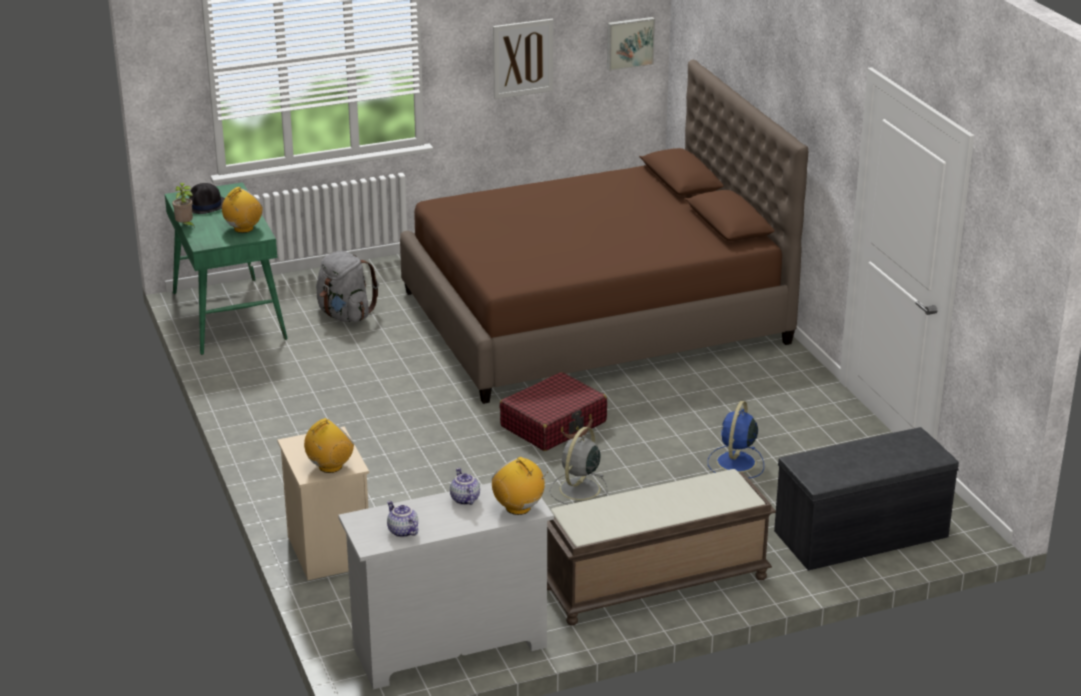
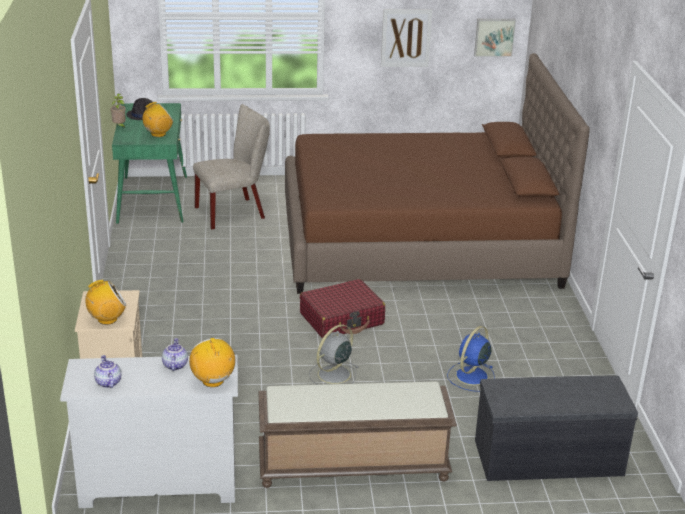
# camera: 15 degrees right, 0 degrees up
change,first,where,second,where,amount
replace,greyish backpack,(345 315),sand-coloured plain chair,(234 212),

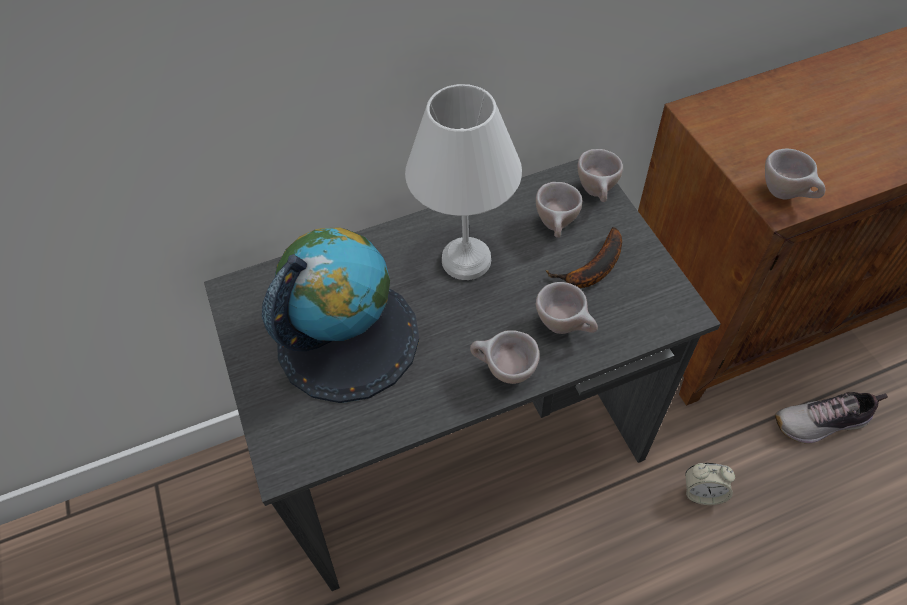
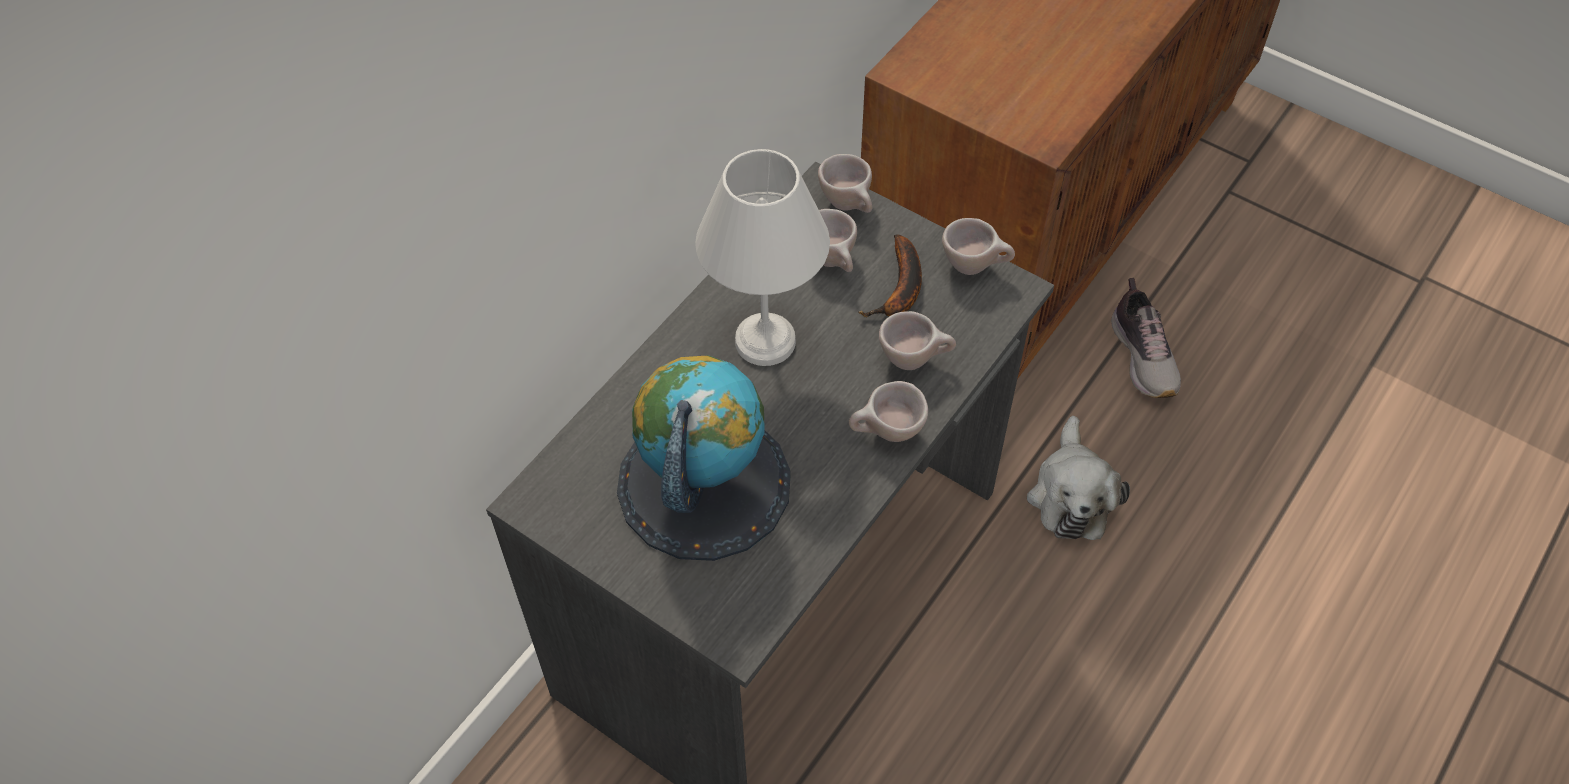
# camera: 35 degrees left, 0 degrees up
change,first,where,second,where,amount
replace,table clock,(702 492),plush toy,(1071 494),
move,sand-coloured cup,(786 194),,(975 266),
rotate,shoe,(821 422),,(1144 356),60 degrees counterclockwise

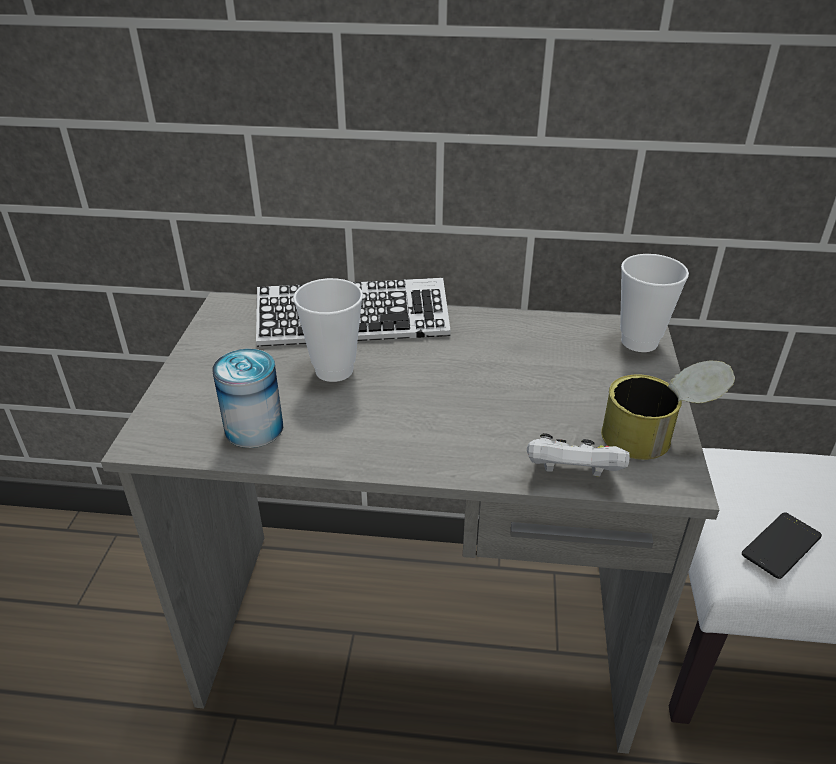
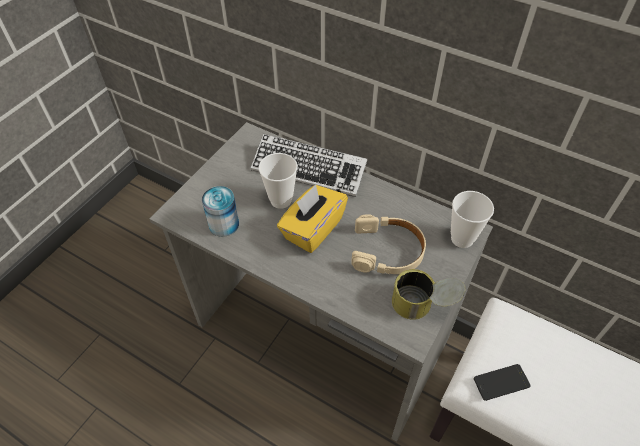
# camera: 25 degrees right, 15 degrees up
change,first,where,second,where,amount
delete,white joypad,(572 475),,,
insert,,,yellow tissue holder,(312 229),
insert,,,sand-coloured headset,(387 251),

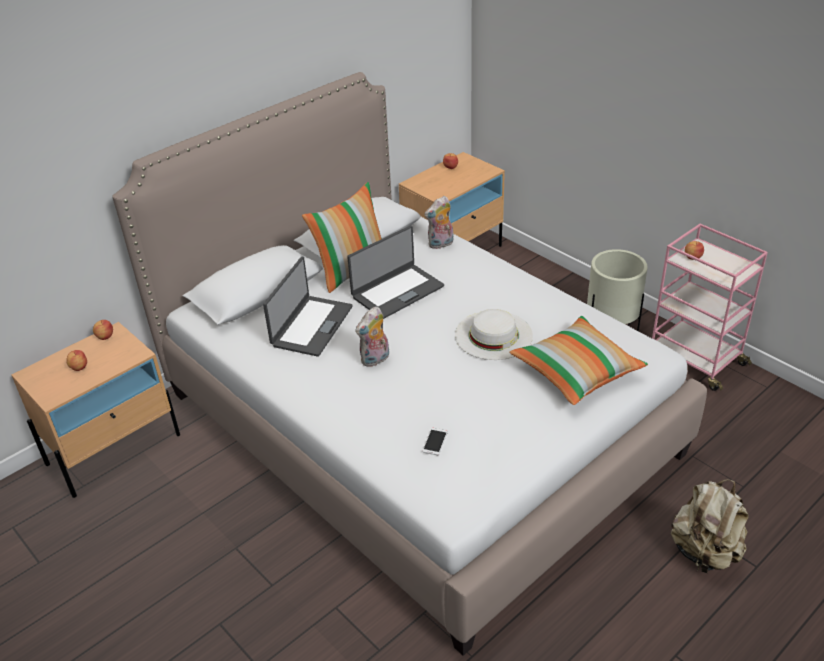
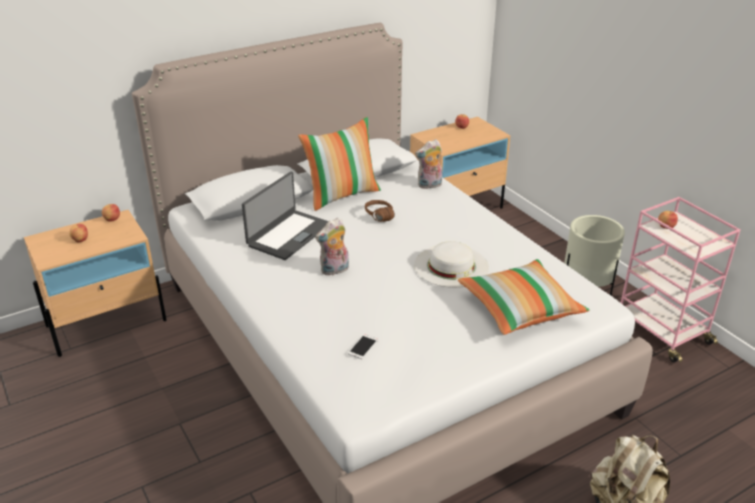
# camera: 10 degrees right, 5 degrees down
change,first,where,second,where,amount
replace,notebook computer,(397 291),brownish headset,(375 217),

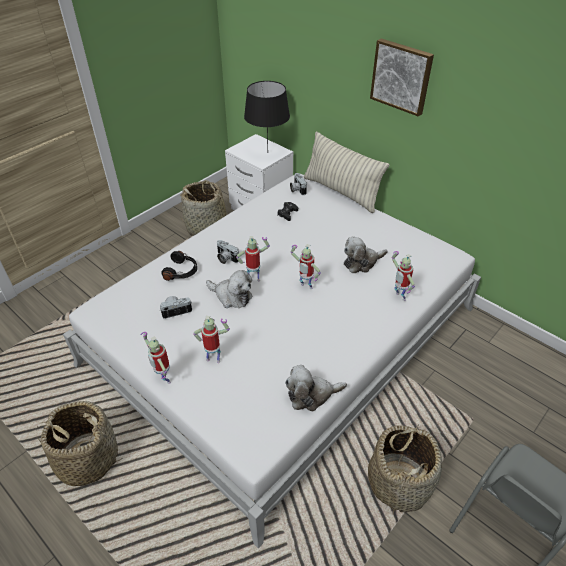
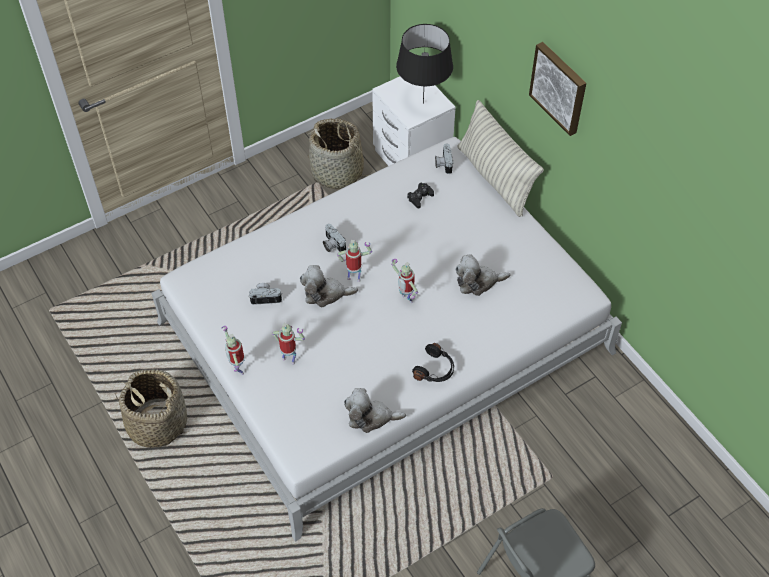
# camera: 15 degrees right, 10 degrees up
change,first,where,second,where,amount
move,black-coloured headset,(182 271),,(435 369),
rotate,plush toy,(231 296),,(325 293),135 degrees clockwise
delete,household basket,(399 482),,,
delete,model robot,(398 297),,,

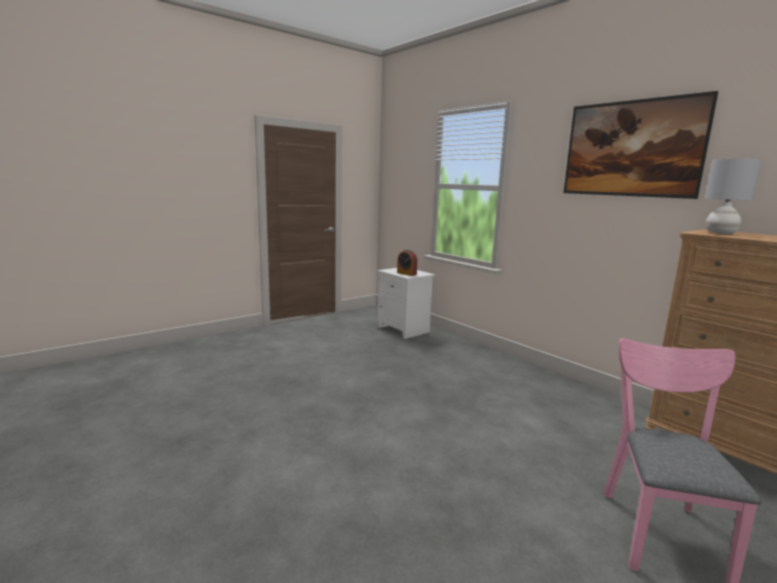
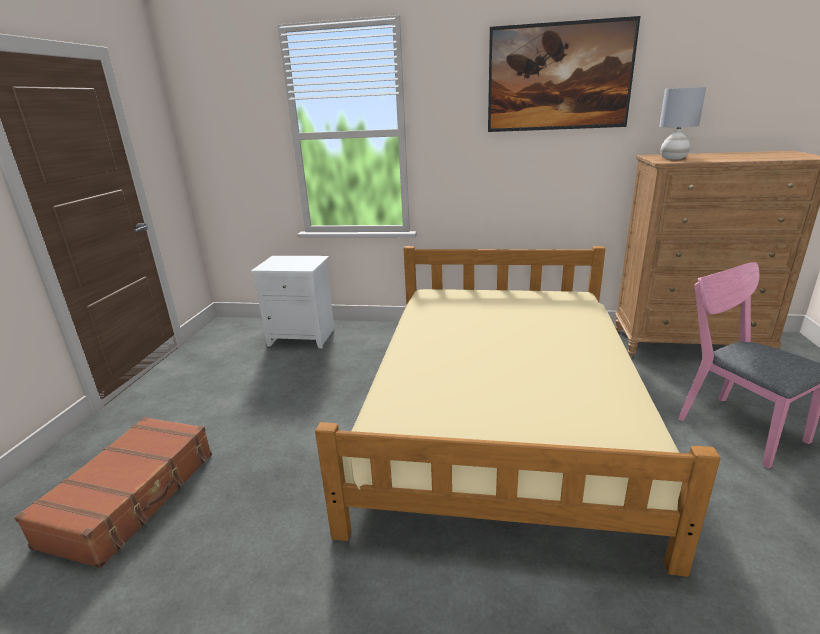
# camera: 40 degrees left, 10 degrees up
change,first,where,second,where,amount
delete,table clock,(406 273),,,
insert,,,brownish travel case,(133 497),
insert,,,sand-coloured bed,(499 411),

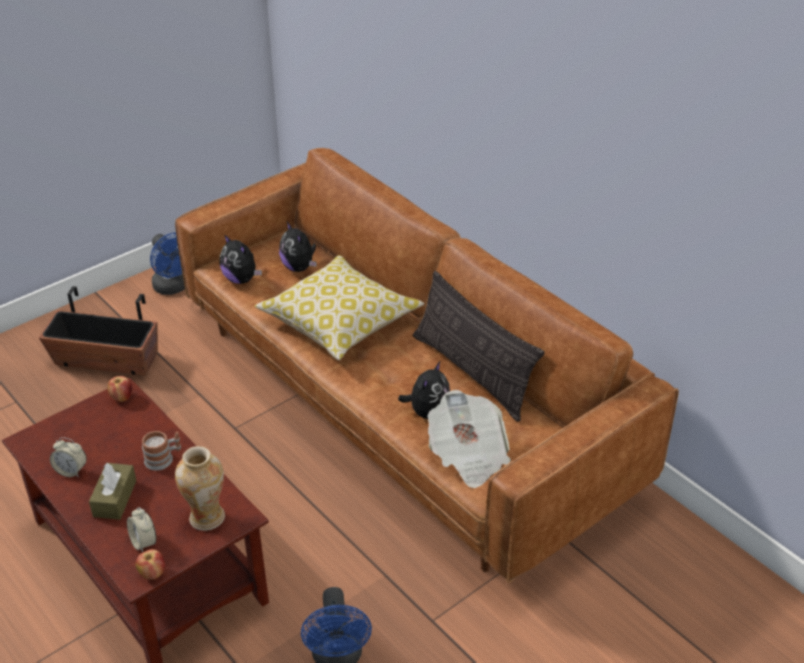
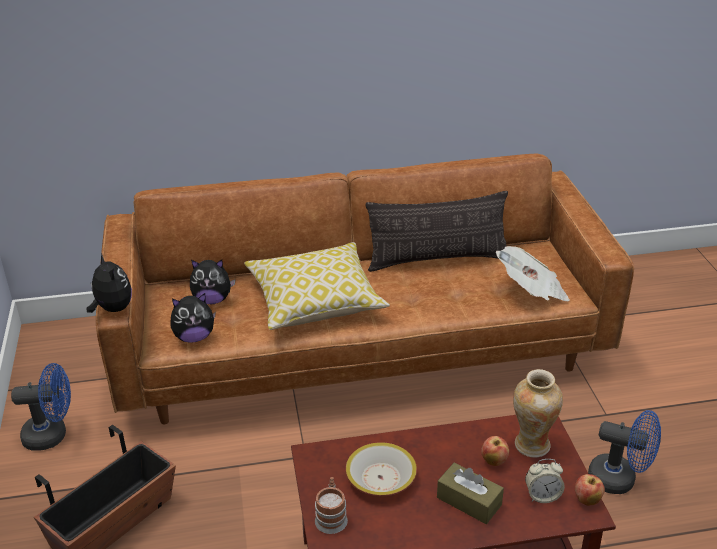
# camera: 60 degrees left, 5 degrees down
change,first,where,second,where,amount
delete,table clock,(71 471),,,
move,apple,(122 397),,(493 461),
move,coffee mug,(163 459),,(331 516),
move,plush toy,(427 411),,(112 309),
insert,,,bowl,(380 478),

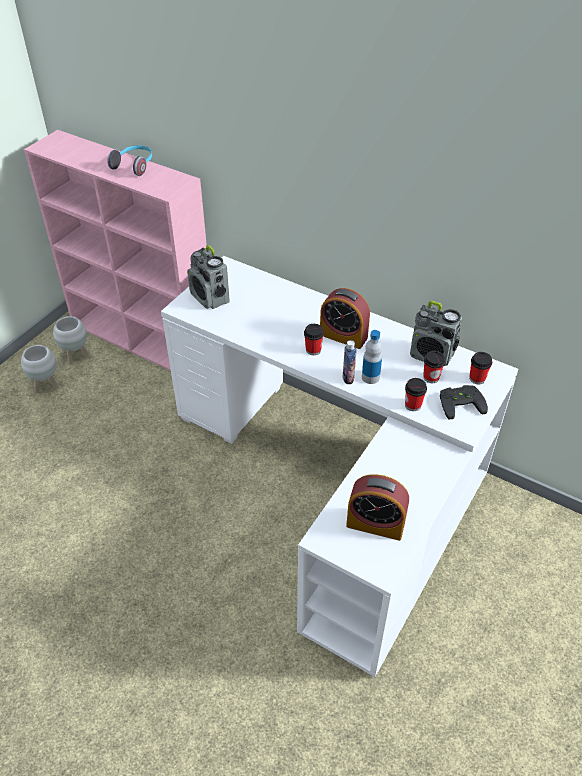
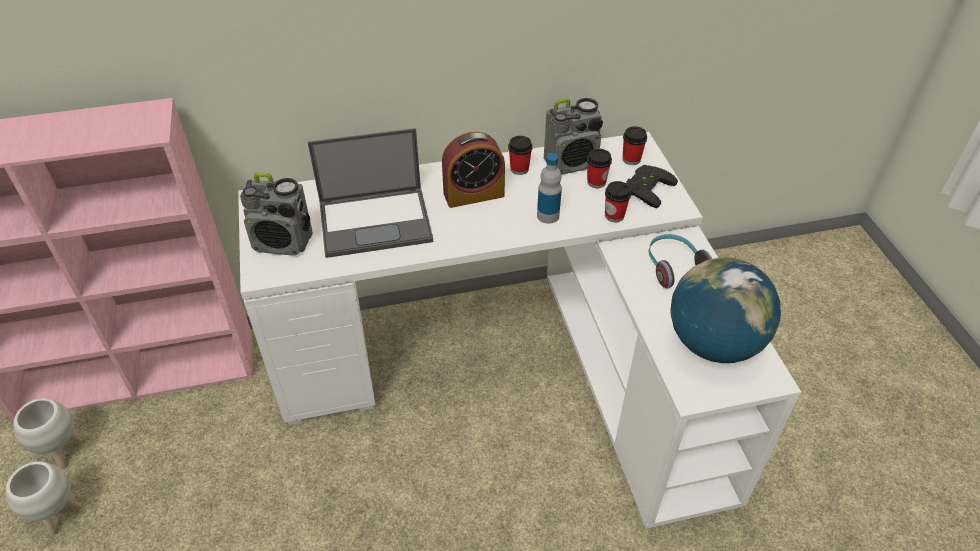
# camera: 45 degrees left, 0 degrees up
change,first,where,second,where,amount
move,headset,(134 166),,(673 267),
move,cup,(313 350),,(519 169),
delete,beverage bottle,(348 378),,,
replace,table clock,(375 524),desk globe,(713 343),
insert,,,notebook computer,(376 221),

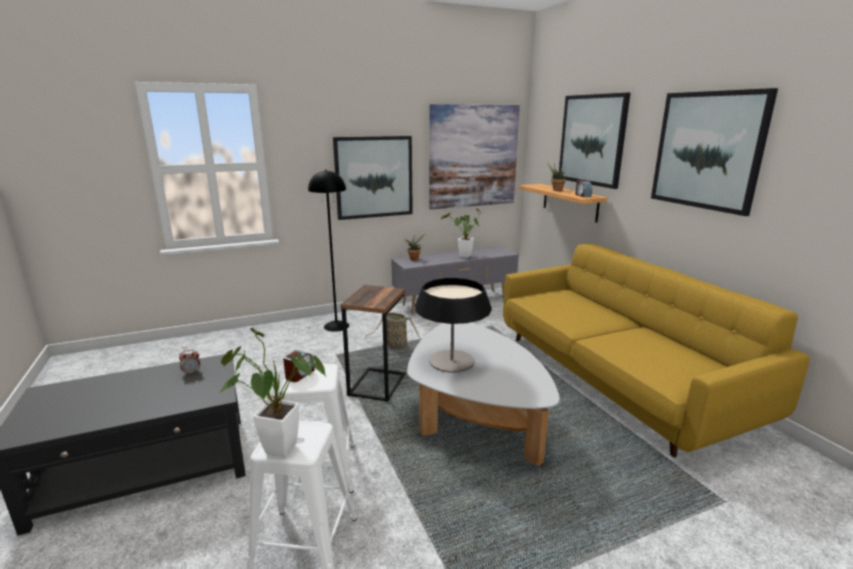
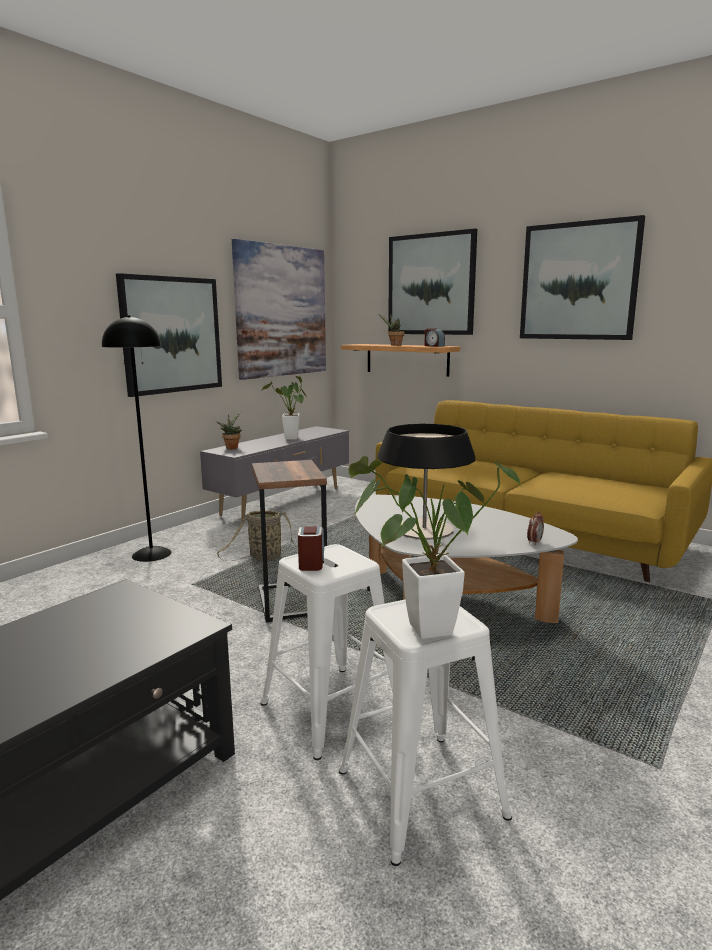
# camera: 30 degrees left, 5 degrees down
change,first,where,second,where,amount
move,table clock,(192 372),,(534 542),

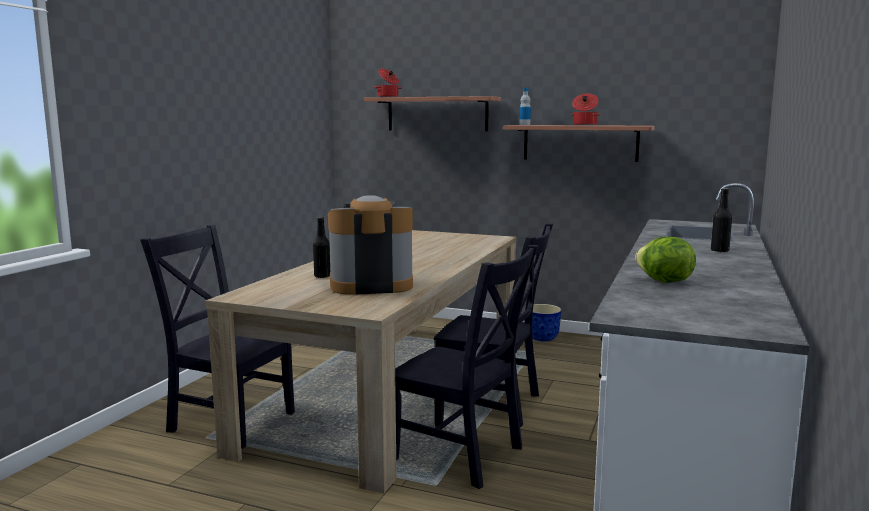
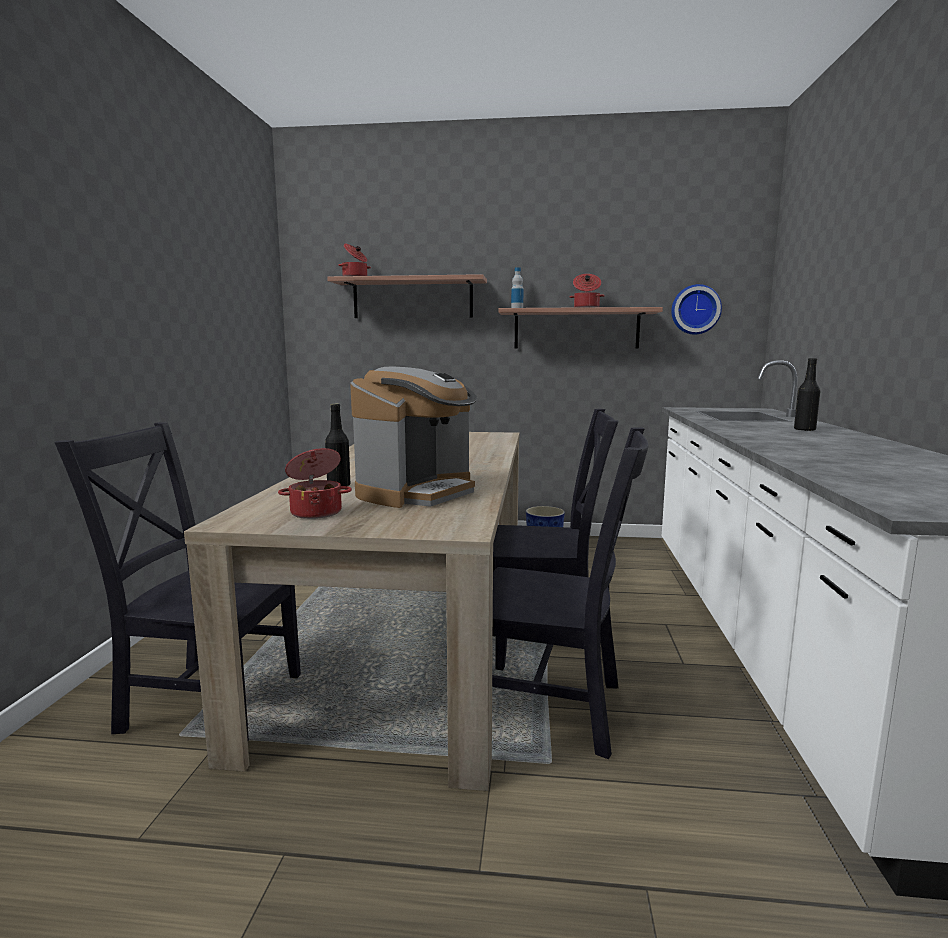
# camera: 15 degrees left, 0 degrees up
change,first,where,second,where,amount
rotate,coffee brewer,(371 285),,(417 493),150 degrees clockwise
delete,head of lettuce,(664 282),,,
insert,,,cooking pot,(316 512),
insert,,,wall clock,(695 309),

